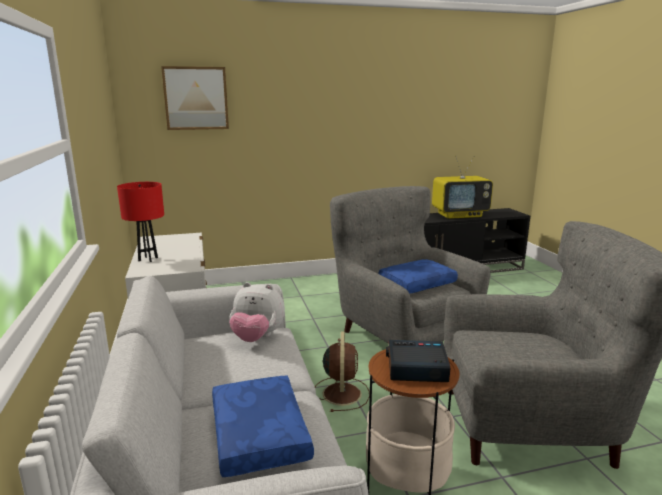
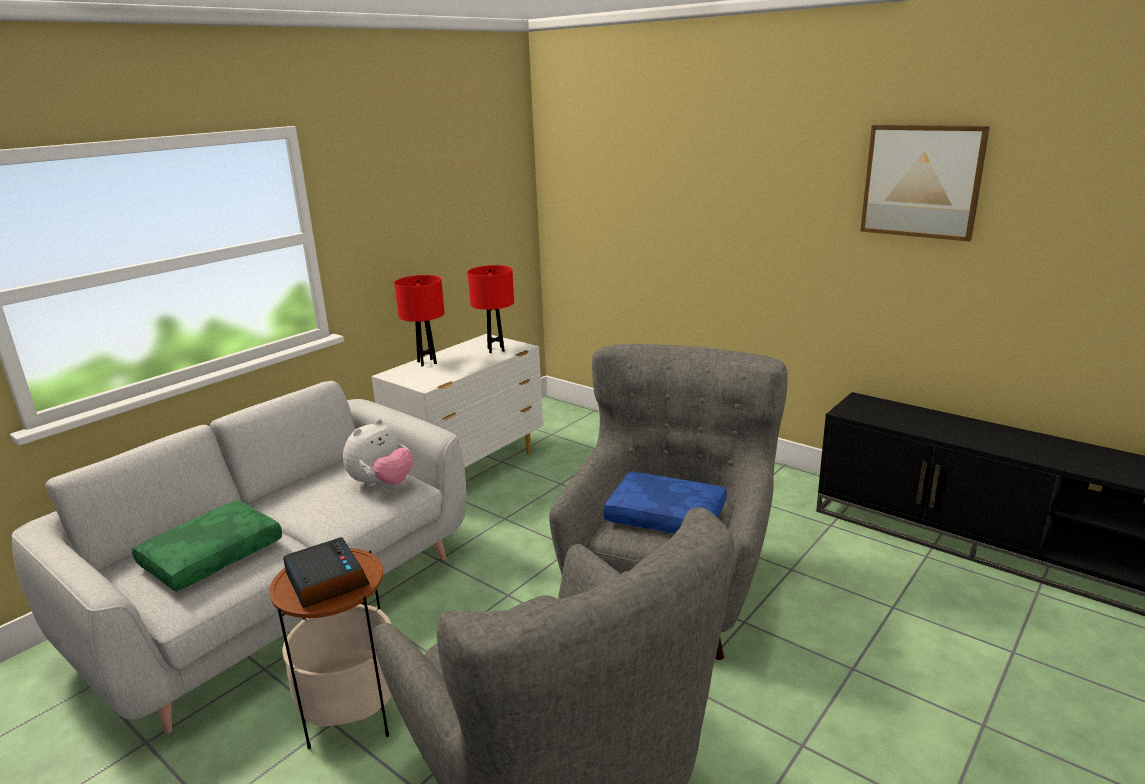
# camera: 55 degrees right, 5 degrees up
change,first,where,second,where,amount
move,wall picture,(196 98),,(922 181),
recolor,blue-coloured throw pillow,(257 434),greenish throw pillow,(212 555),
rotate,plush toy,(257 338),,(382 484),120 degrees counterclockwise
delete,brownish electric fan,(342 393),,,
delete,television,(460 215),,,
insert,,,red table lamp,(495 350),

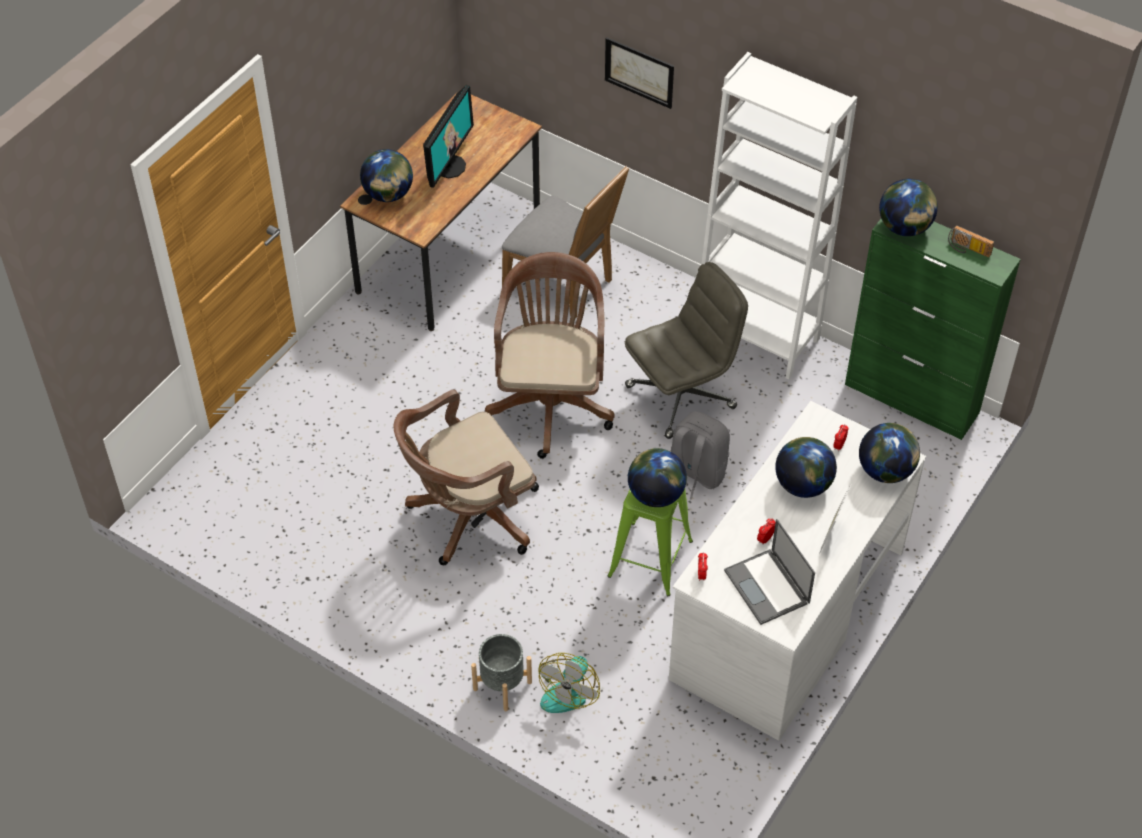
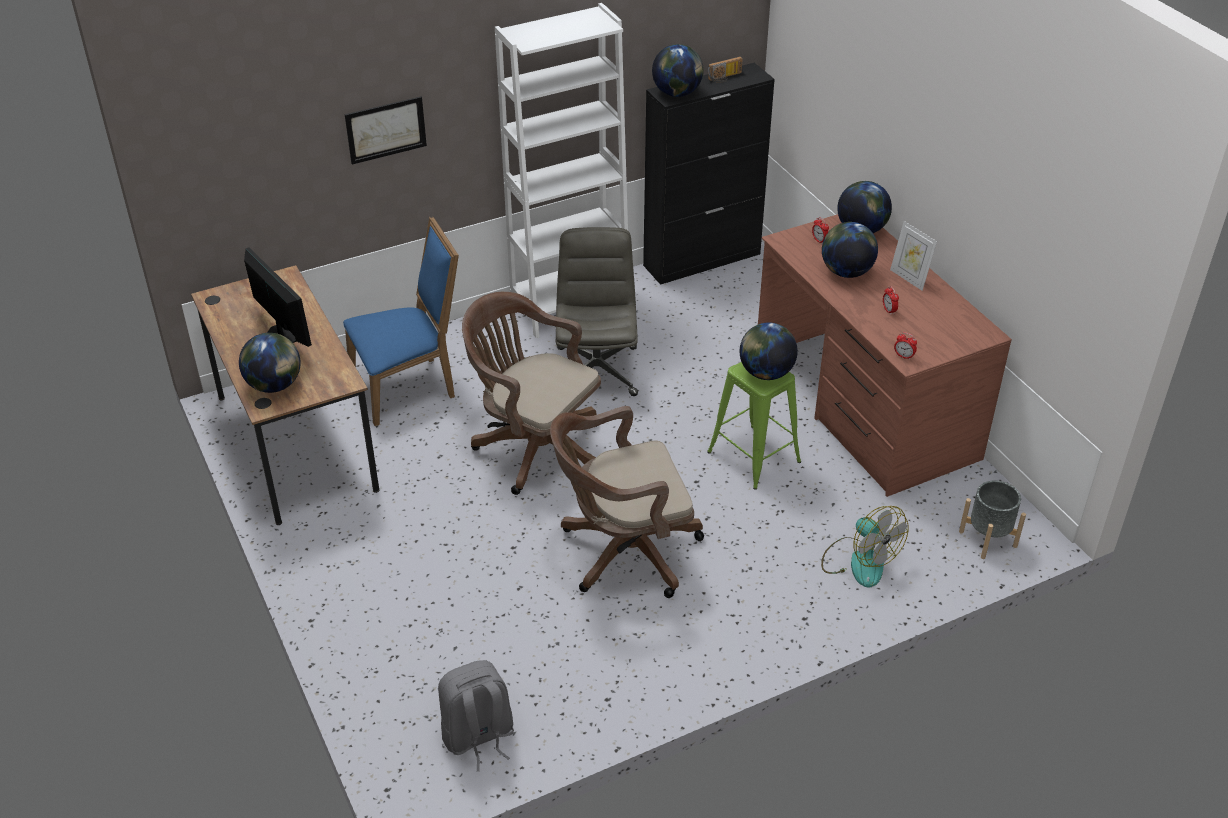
# camera: 60 degrees left, 10 degrees down
change,first,where,second,where,amount
rotate,brownish office chair,(468 518),,(623 552),75 degrees clockwise
move,greyish plant pot,(502 685),,(988 539),
recolor,greyish plain chair,(564 284),blue-coloured plain chair,(409 387),
recolor,white desk table,(786 614),brownish desk table,(863 405),
move,greyish backpack,(695 473),,(478 737),
delete,notebook computer,(767 587),,,
recolor,greenish cabinet,(912 399),black-coloured cabinet,(702 259),

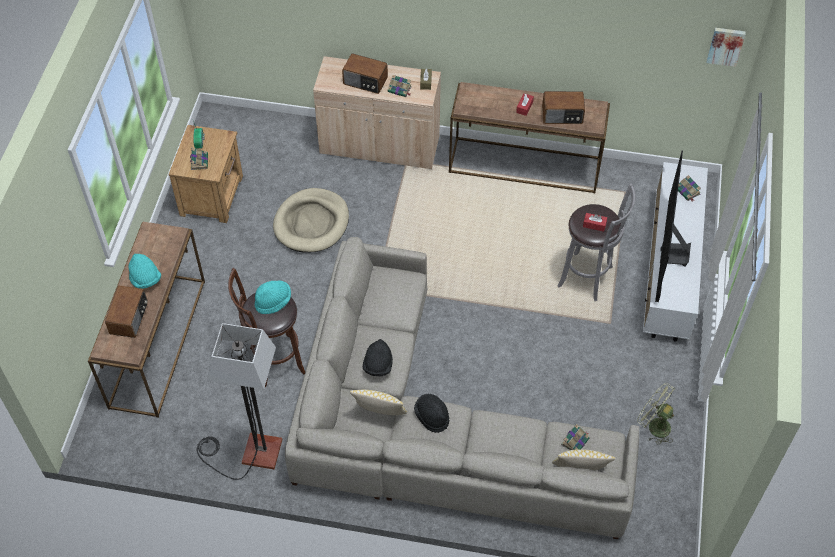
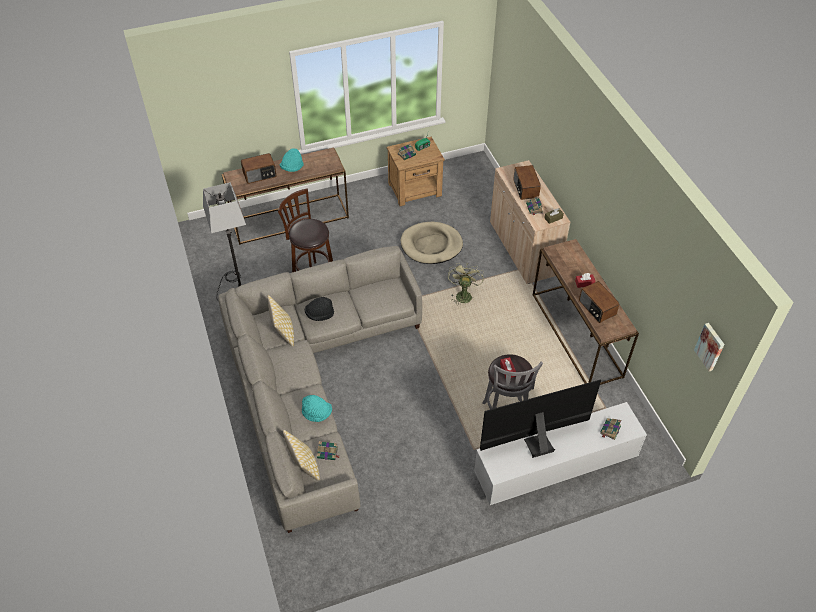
# camera: 60 degrees right, 5 degrees down
change,first,where,second,where,amount
move,turquoise-coloured hat,(273 301),,(317 413),
delete,black-coloured hat,(432 416),,,
move,greenish electric fan,(654 425),,(463 294),

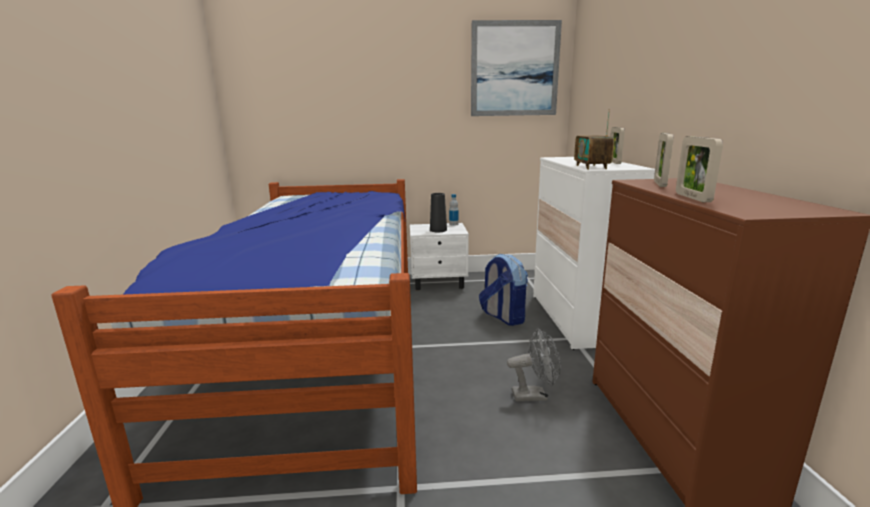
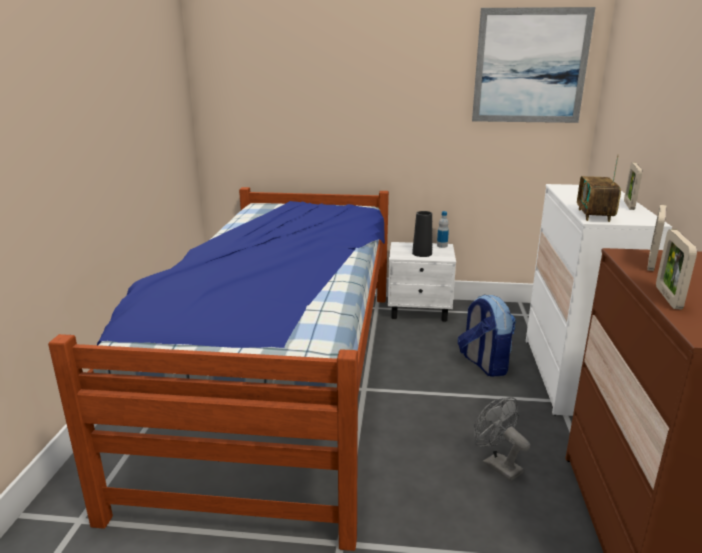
# camera: 10 degrees right, 5 degrees up
change,first,where,second,where,amount
rotate,greyish electric fan,(535 395),,(497 465),135 degrees counterclockwise

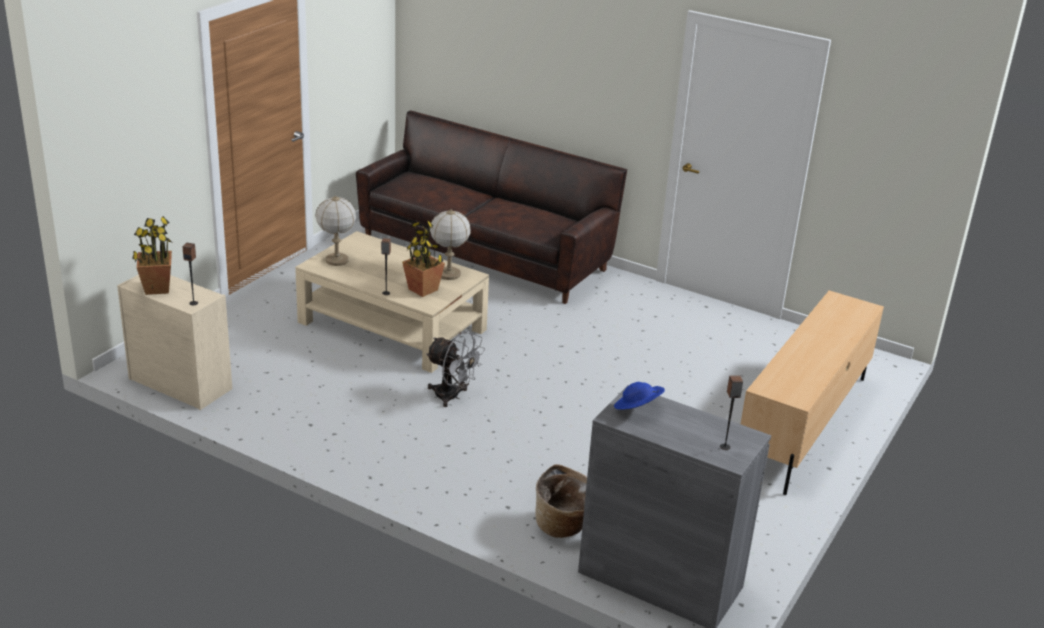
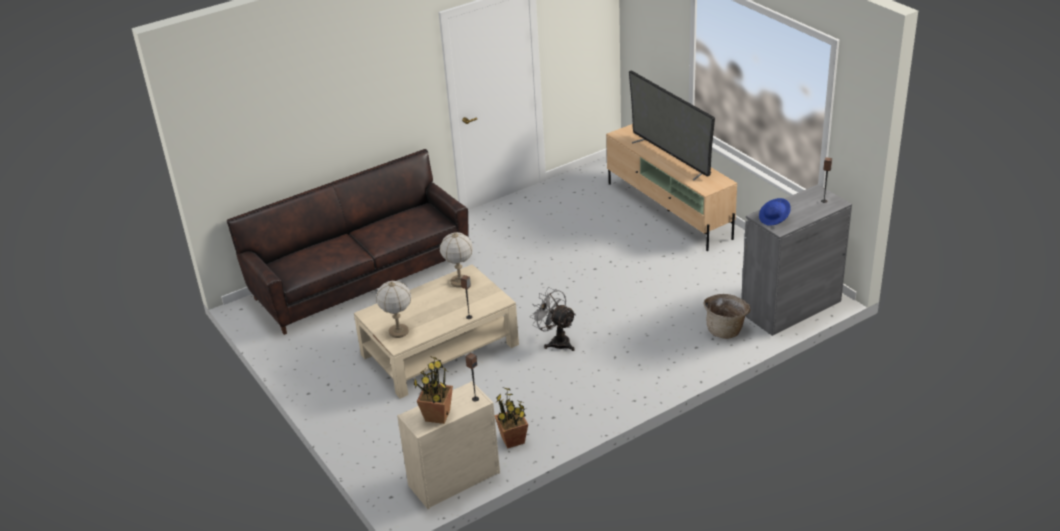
# camera: 60 degrees left, 5 degrees up
change,first,where,second,where,amount
move,plant in a pot,(423 290),,(513 440),
rotate,greyish electric fan,(452 397),,(556 341),105 degrees counterclockwise
insert,,,television,(670 157),

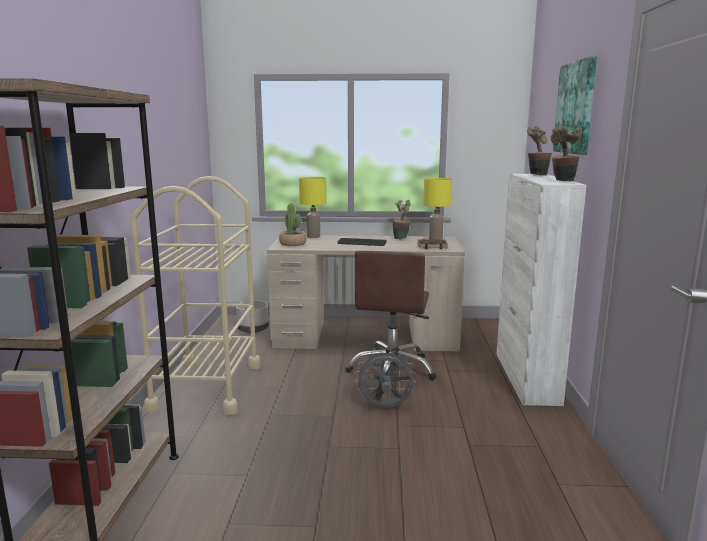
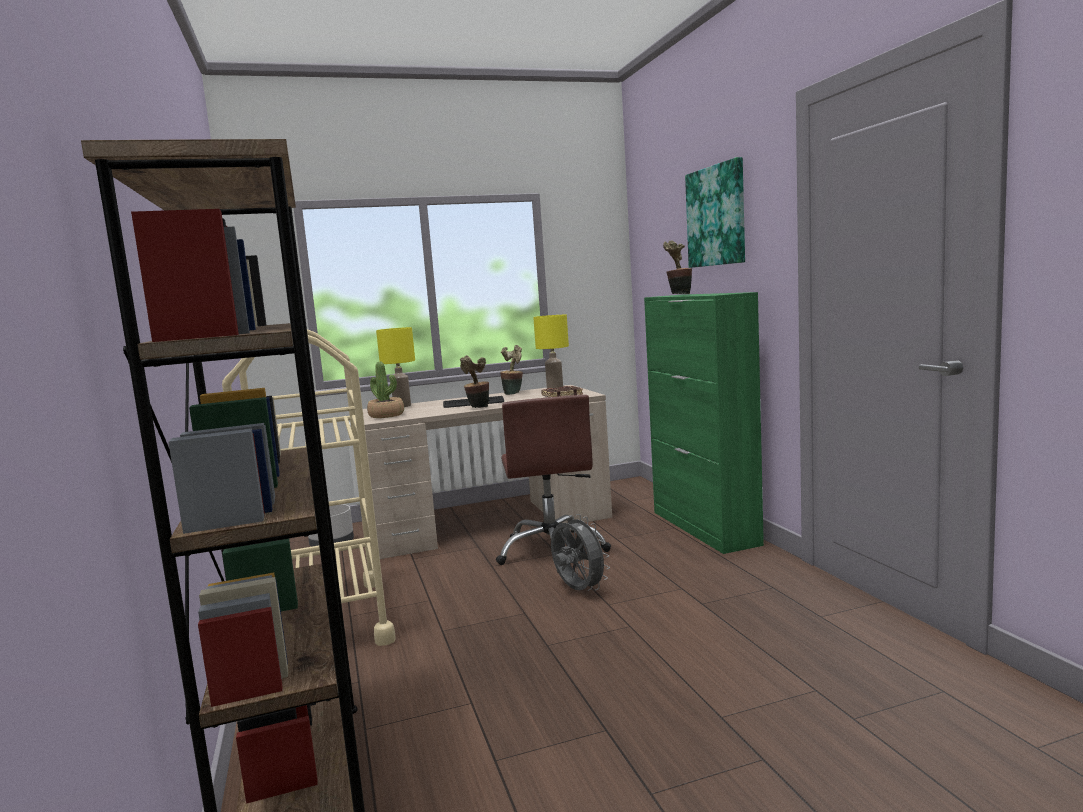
# camera: 20 degrees left, 5 degrees down
change,first,where,second,where,amount
rotate,greyish electric fan,(385 408),,(578 590),75 degrees clockwise
recolor,white cabinet,(526 378),greenish cabinet,(704 528),
move,plant in a pot,(562 181),,(477 408),

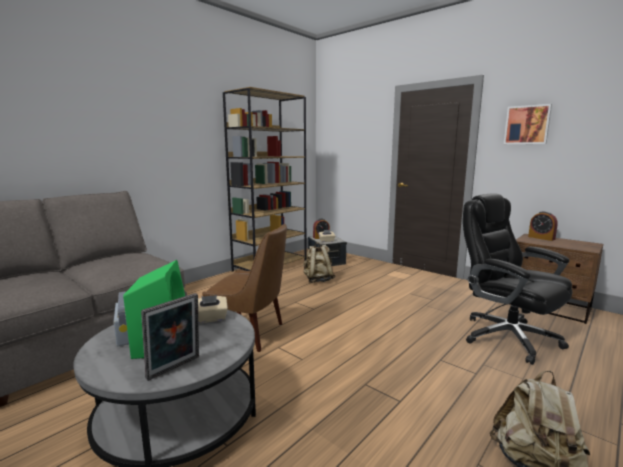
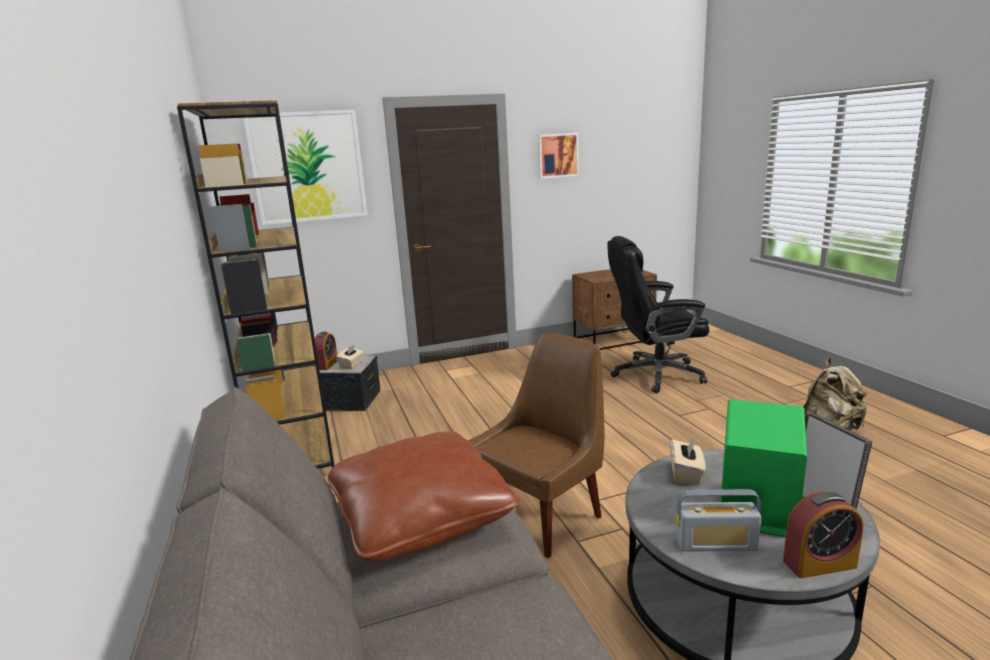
# camera: 60 degrees left, 5 degrees up
change,first,where,second,where,amount
delete,sand-coloured backpack,(318 280),,,
move,table clock,(541 238),,(819 564),
insert,,,wall picture,(308 167),
insert,,,brownish throw pillow,(421 516),

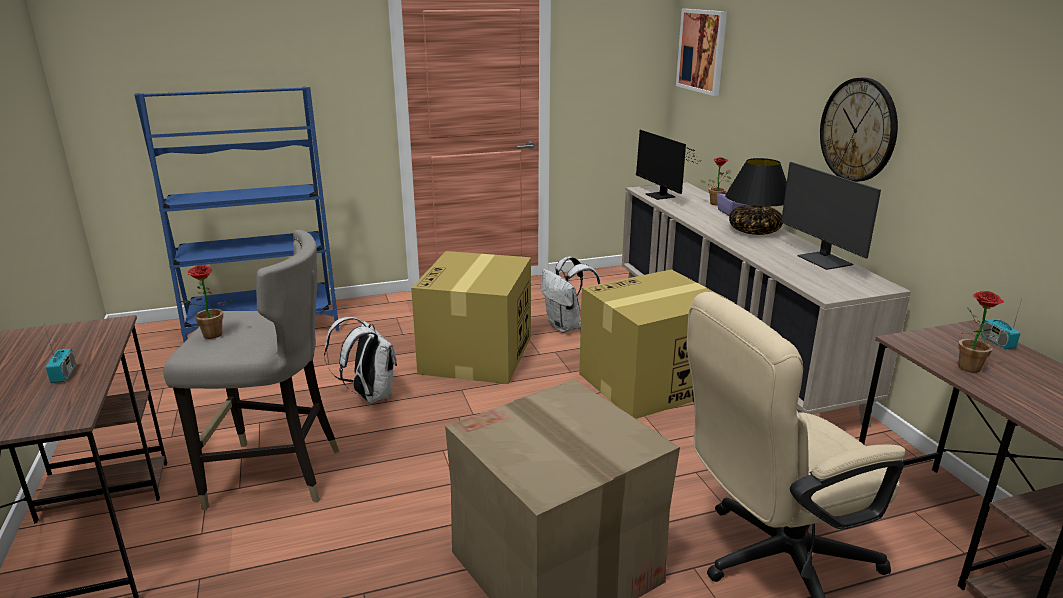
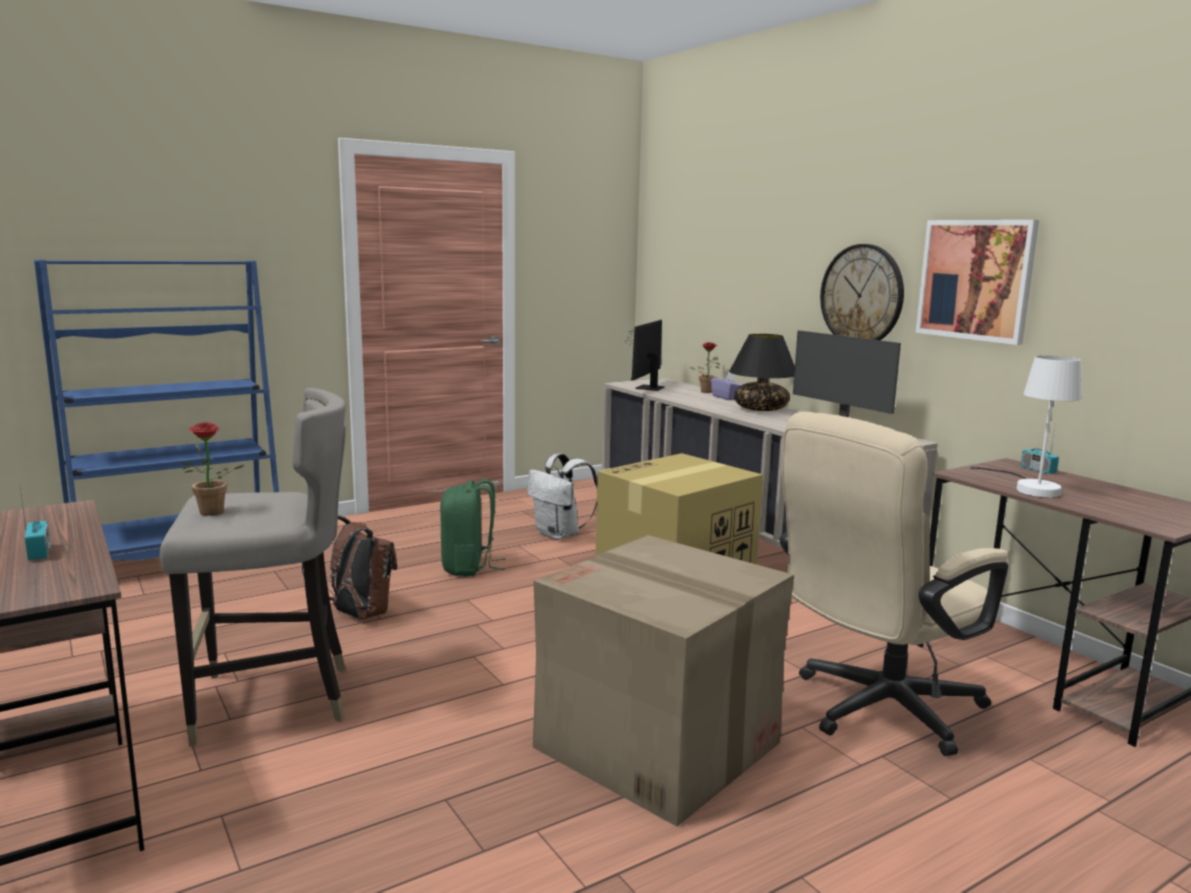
# camera: 15 degrees left, 10 degrees down
change,first,where,second,where,amount
recolor,white backpack,(369 396),brownish backpack,(356 614),
replace,packing box,(476 355),greenish backpack,(469 567),
rotate,computer display,(661 197),,(647 388),60 degrees clockwise
move,wall picture,(702 51),,(975 280),
replace,plant in a pot,(970 370),white table lamp,(1030 488),

